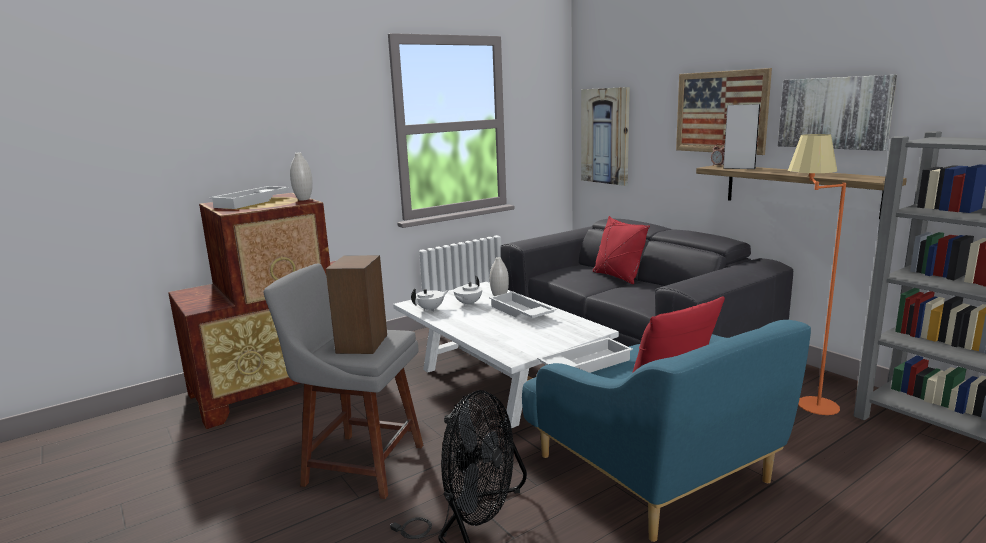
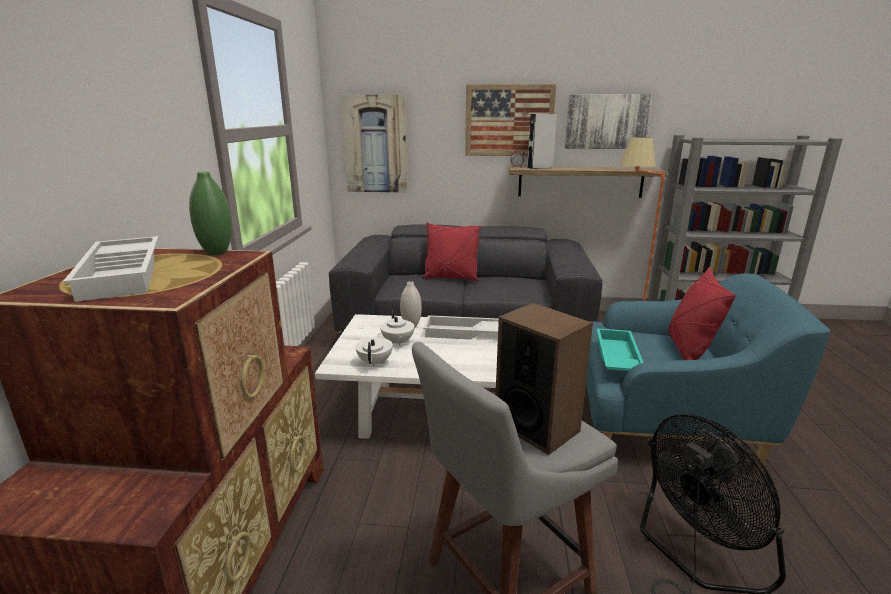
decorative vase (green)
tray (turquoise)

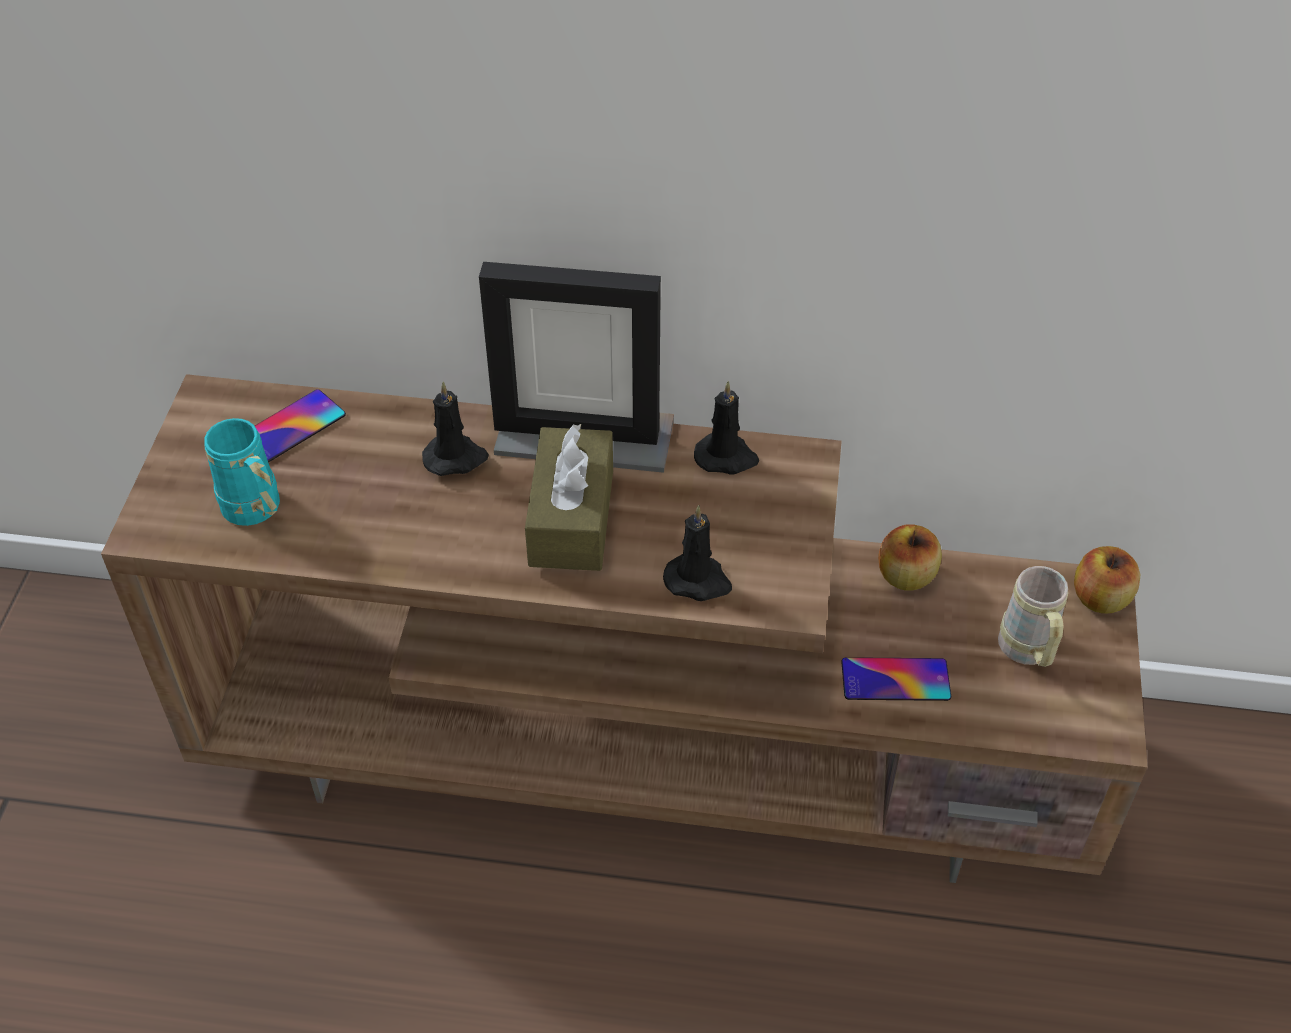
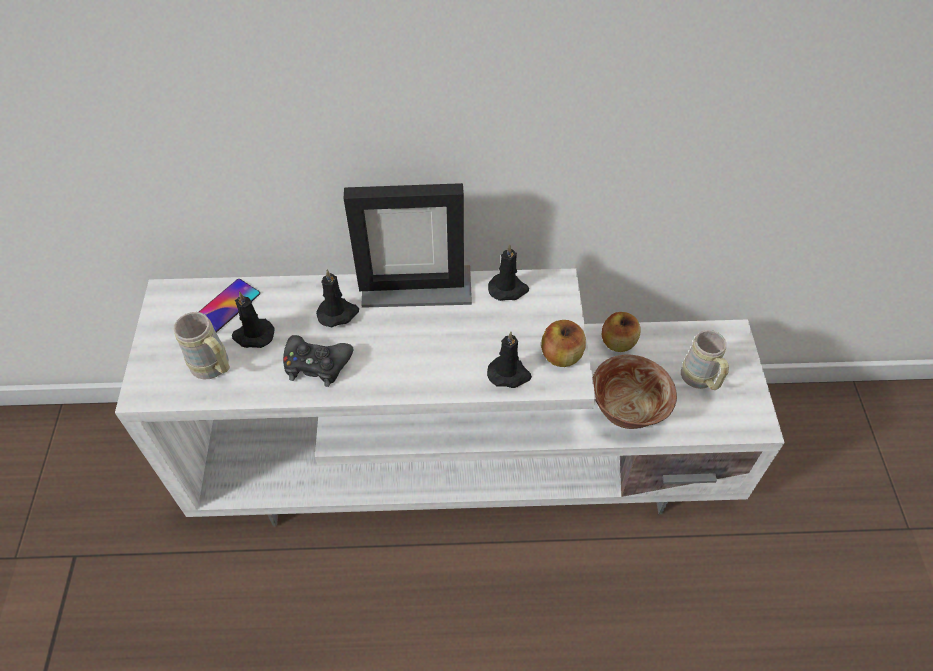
tv stand (white)
tea mug (beige) (no. 1 from left)
tissue holder (brown-coloured)
apple (no. 1 from left)
bowl
wax light (black) (no. 1 from left)
joypad (black)

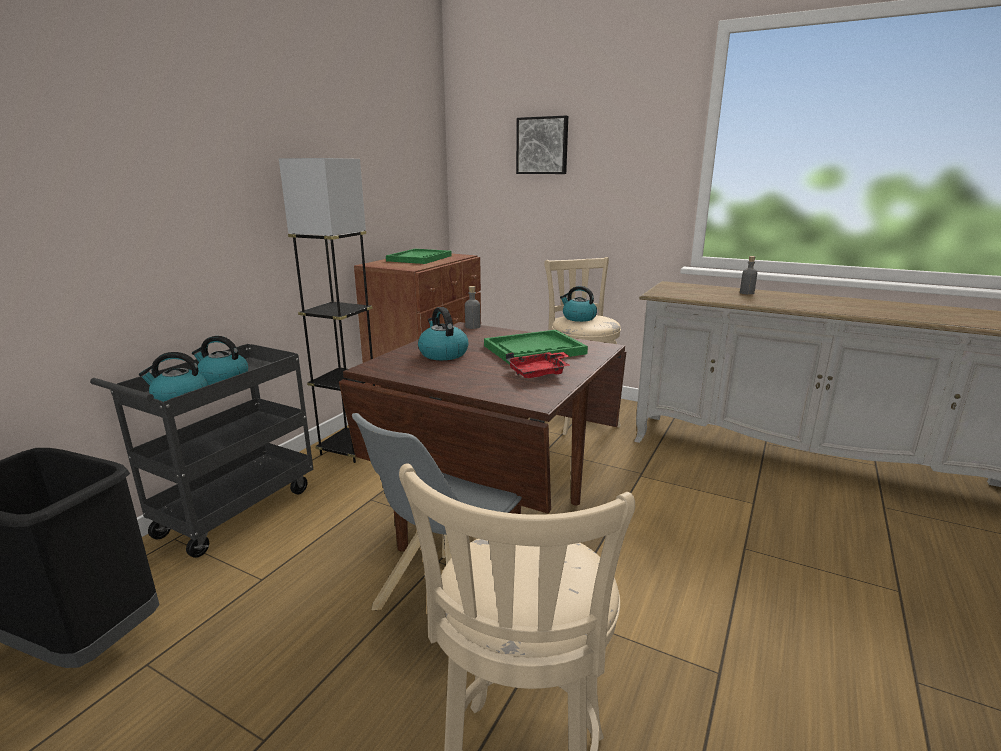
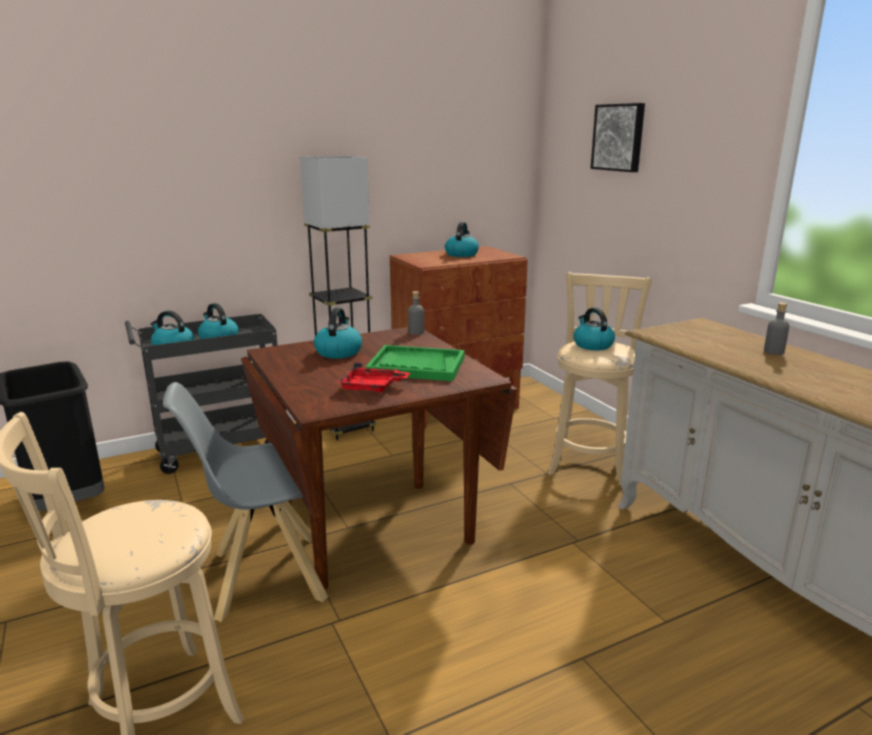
kettle (no. 4 from left)

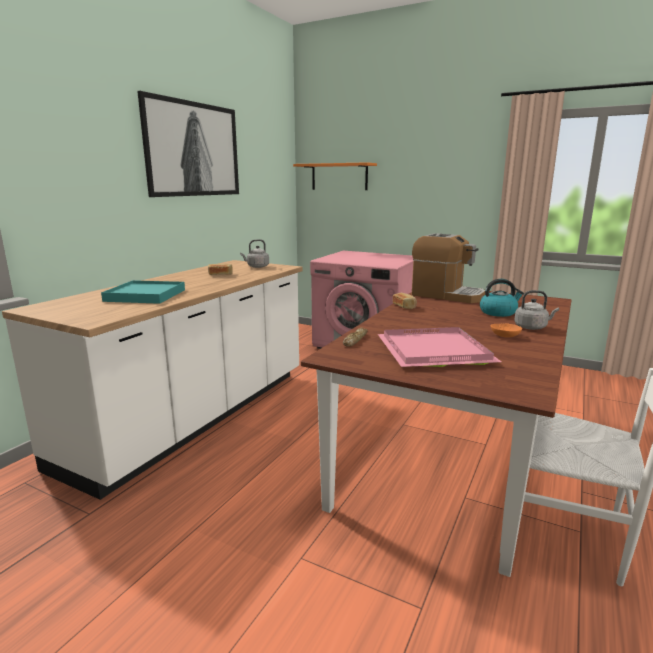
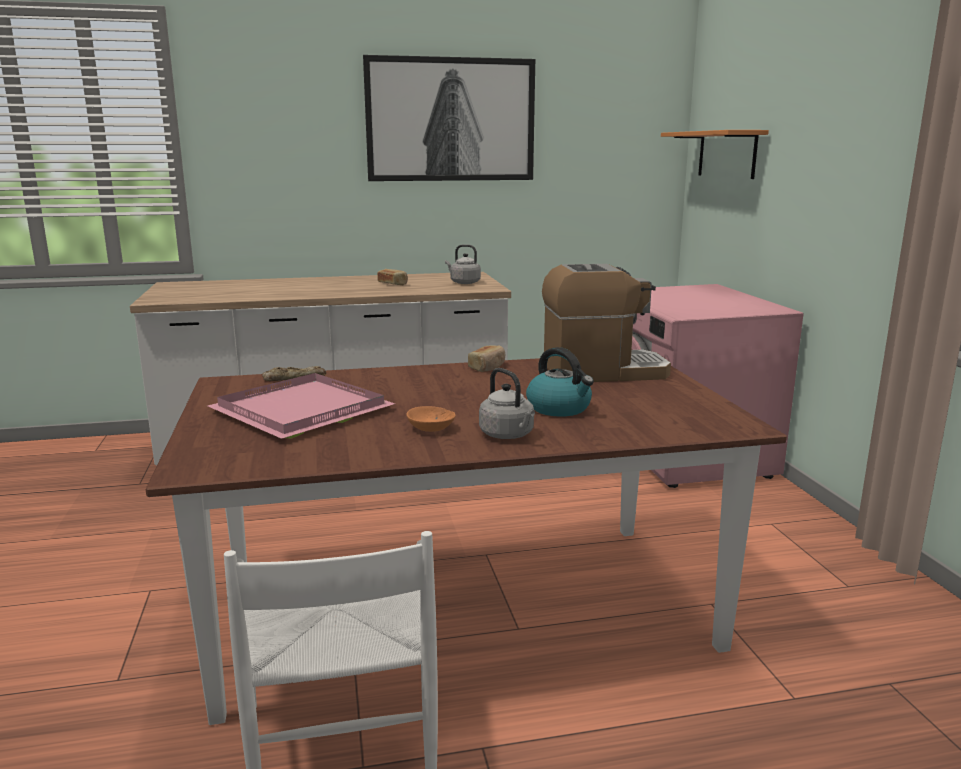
coffee maker
tray (turquoise)

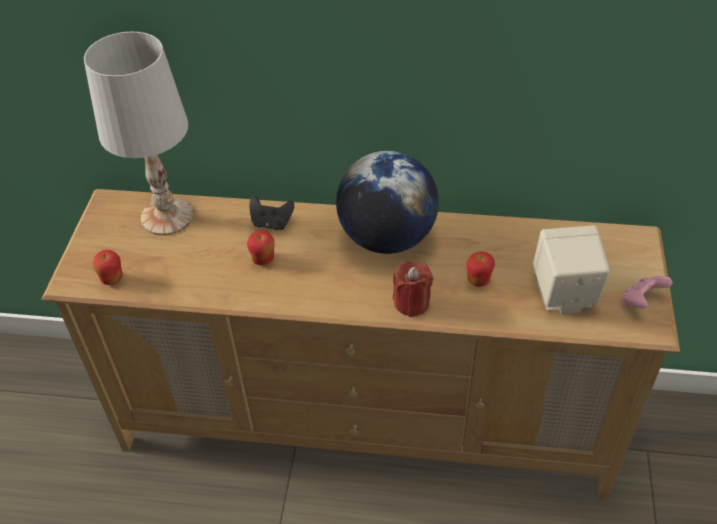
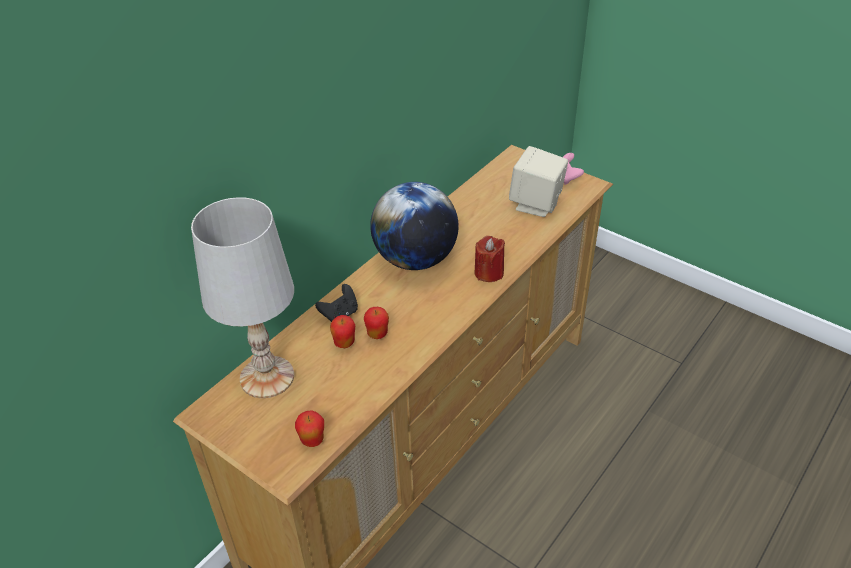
apple (no. 2 from left)

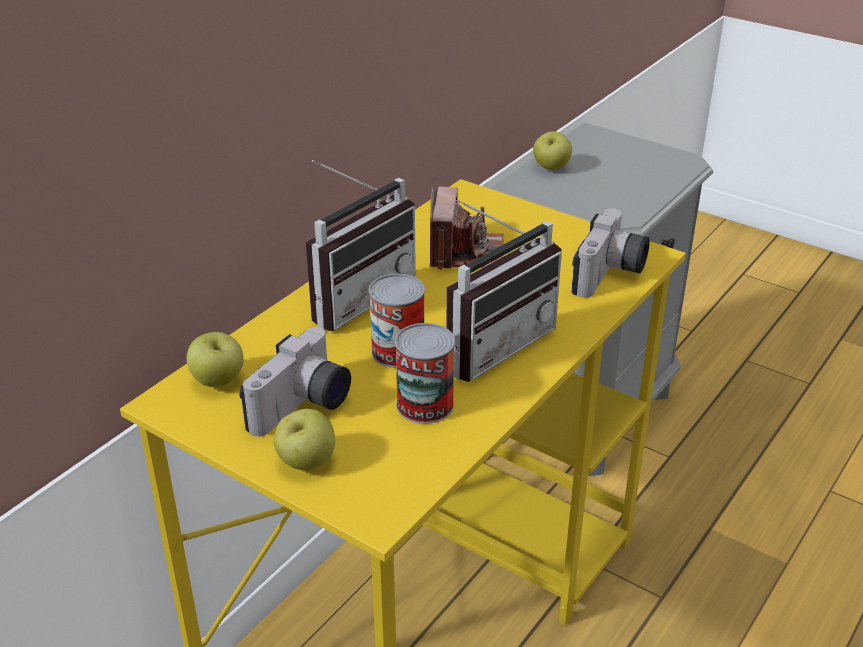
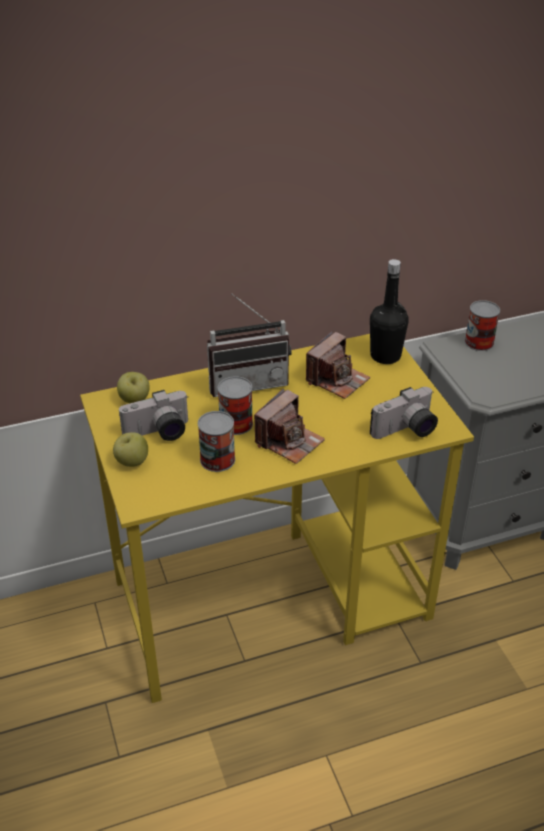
sealed can (no. 3 from left)
still camera (no. 2 from left)
beverage bottle (black)

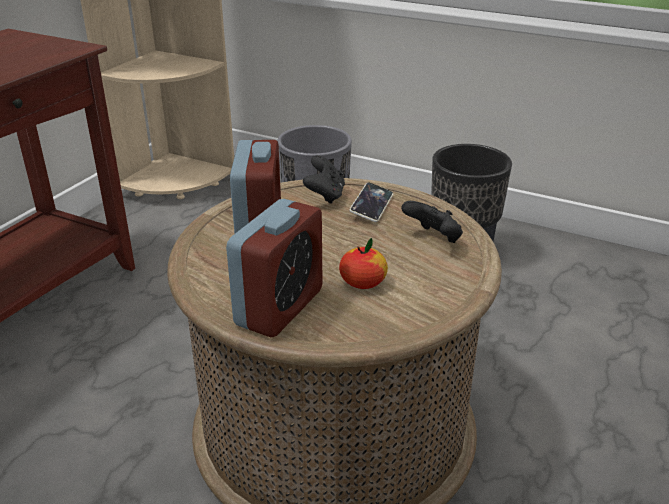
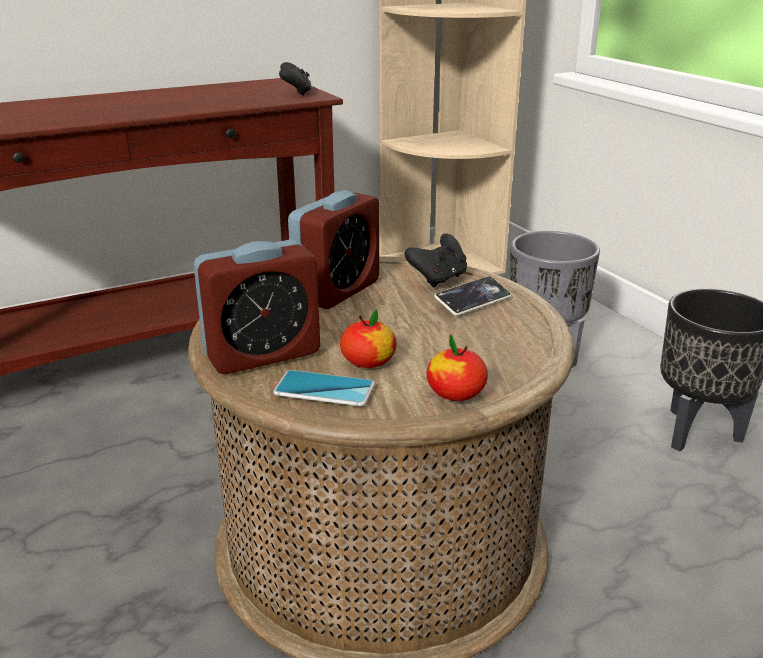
joypad (black) (no. 1 from left)
apple (no. 2 from left)
telephone (no. 1 from left)

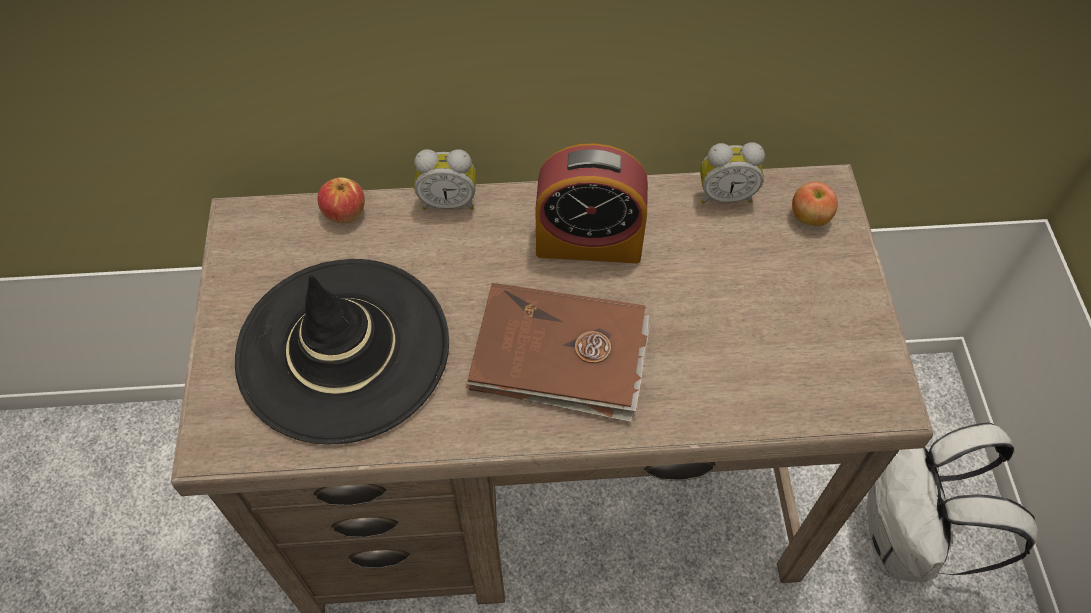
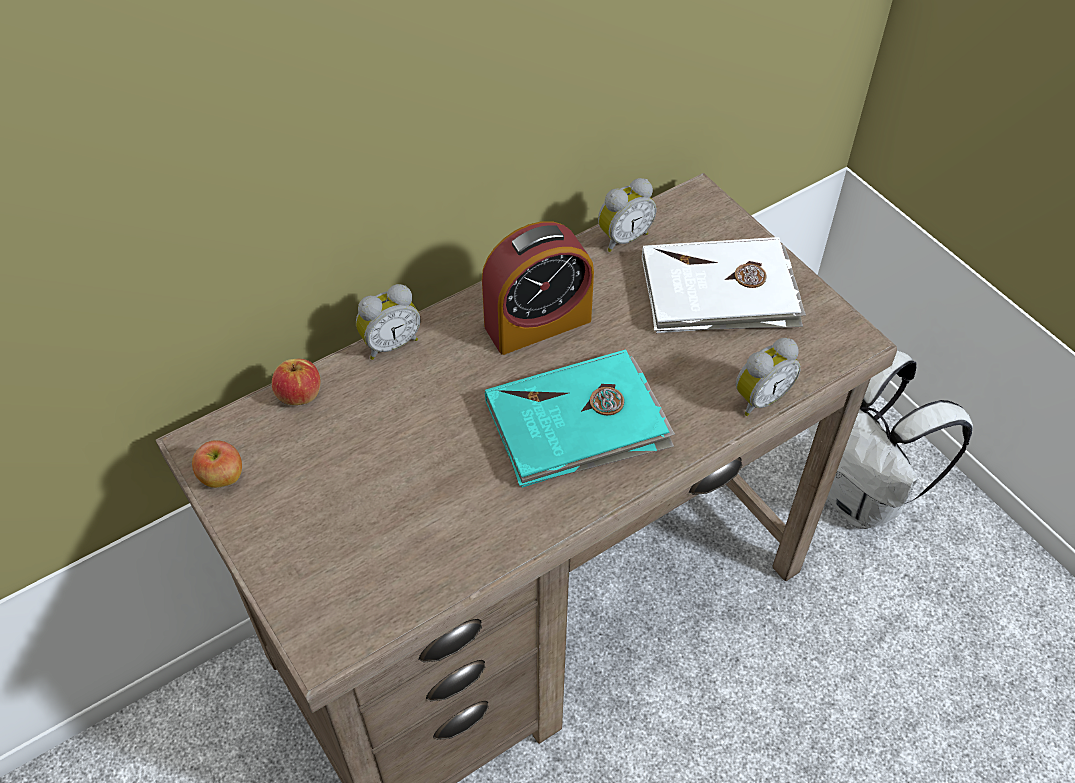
apple (no. 1 from left)
wearable hat (black)
volume (turquoise)
volume (white)
alarm clock (no. 4 from left)

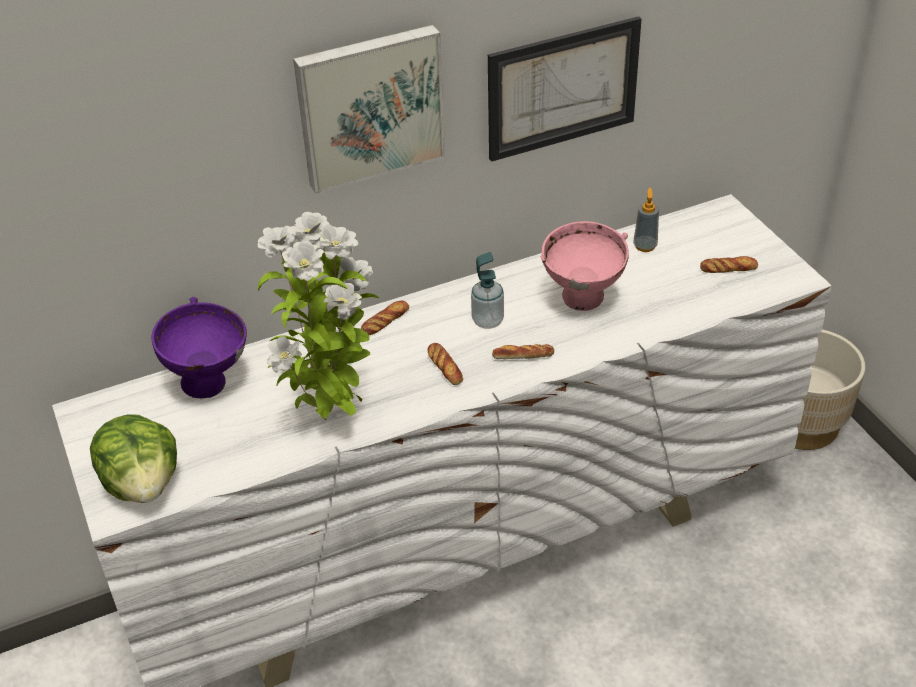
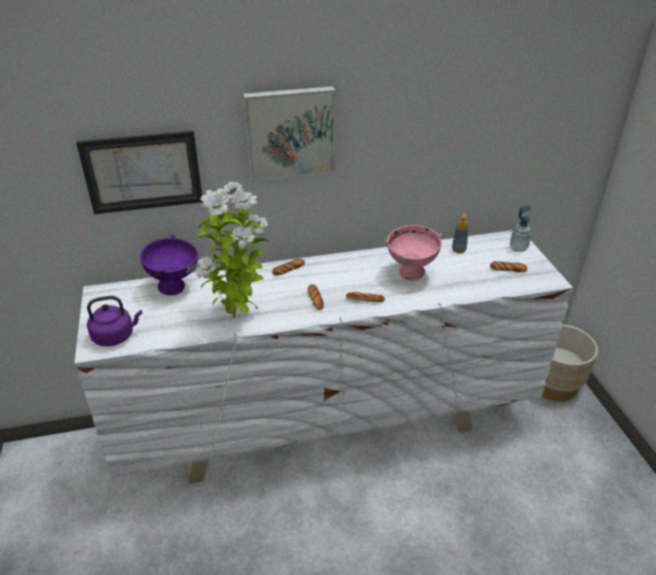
wall art (no. 1 from left)
liquid soap bottle (no. 2 from left)
kettle (purple-coloured)

